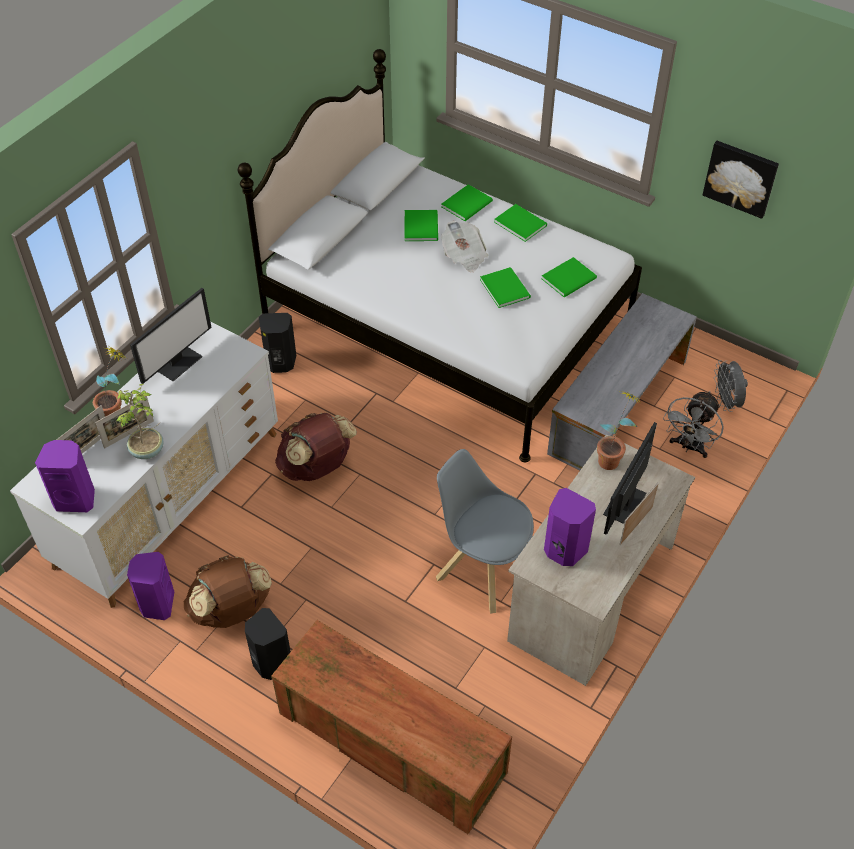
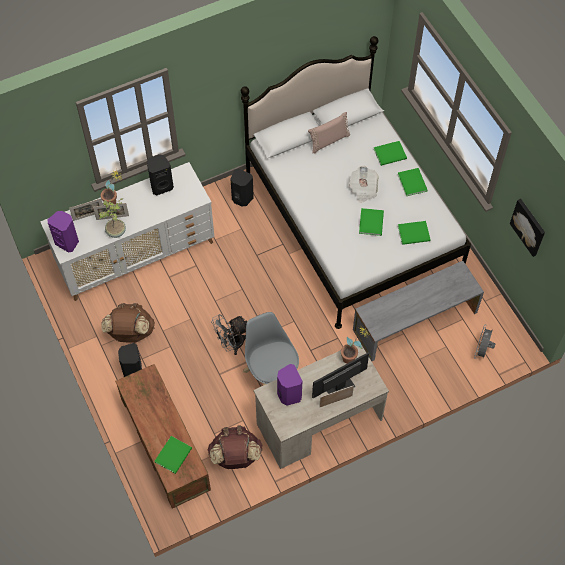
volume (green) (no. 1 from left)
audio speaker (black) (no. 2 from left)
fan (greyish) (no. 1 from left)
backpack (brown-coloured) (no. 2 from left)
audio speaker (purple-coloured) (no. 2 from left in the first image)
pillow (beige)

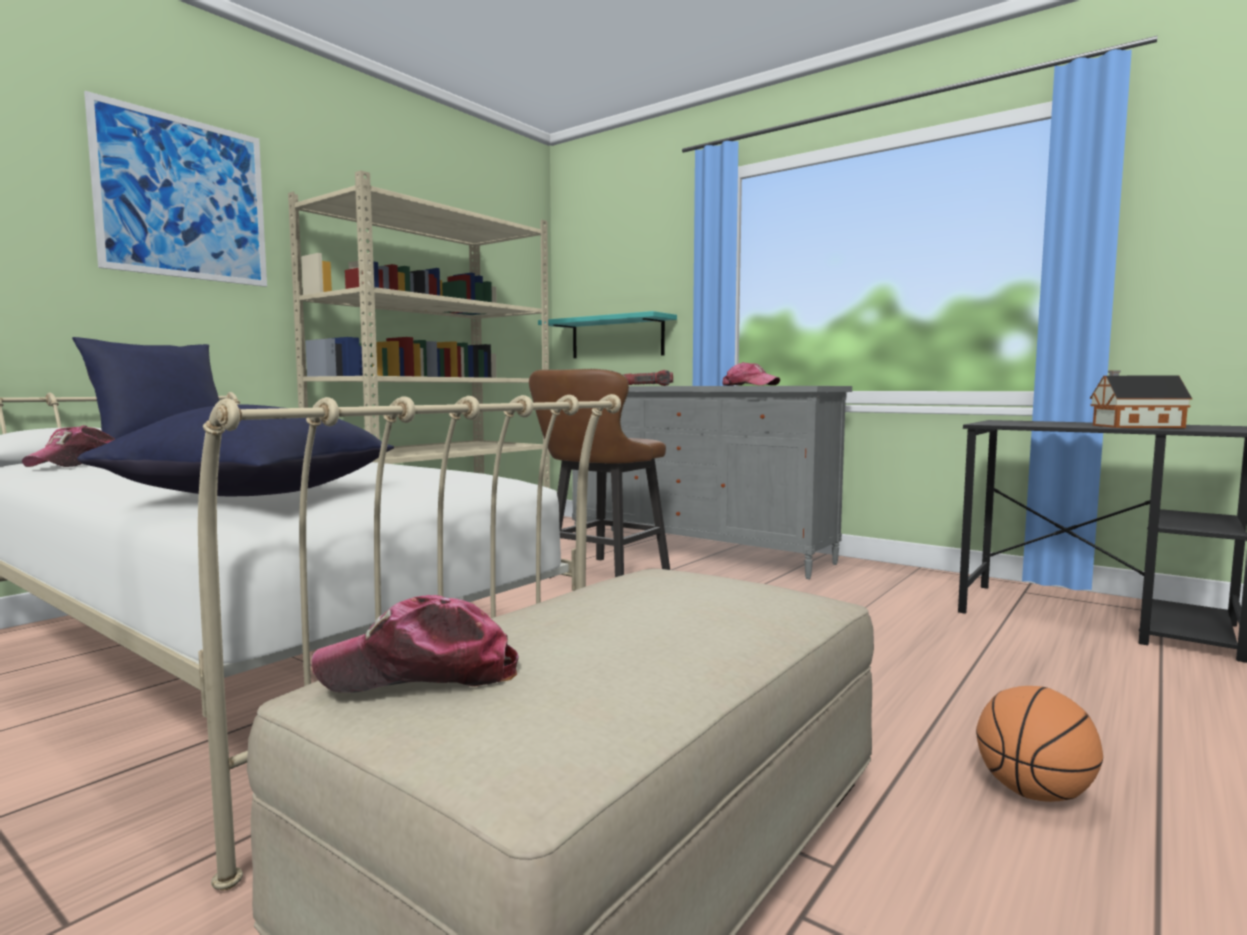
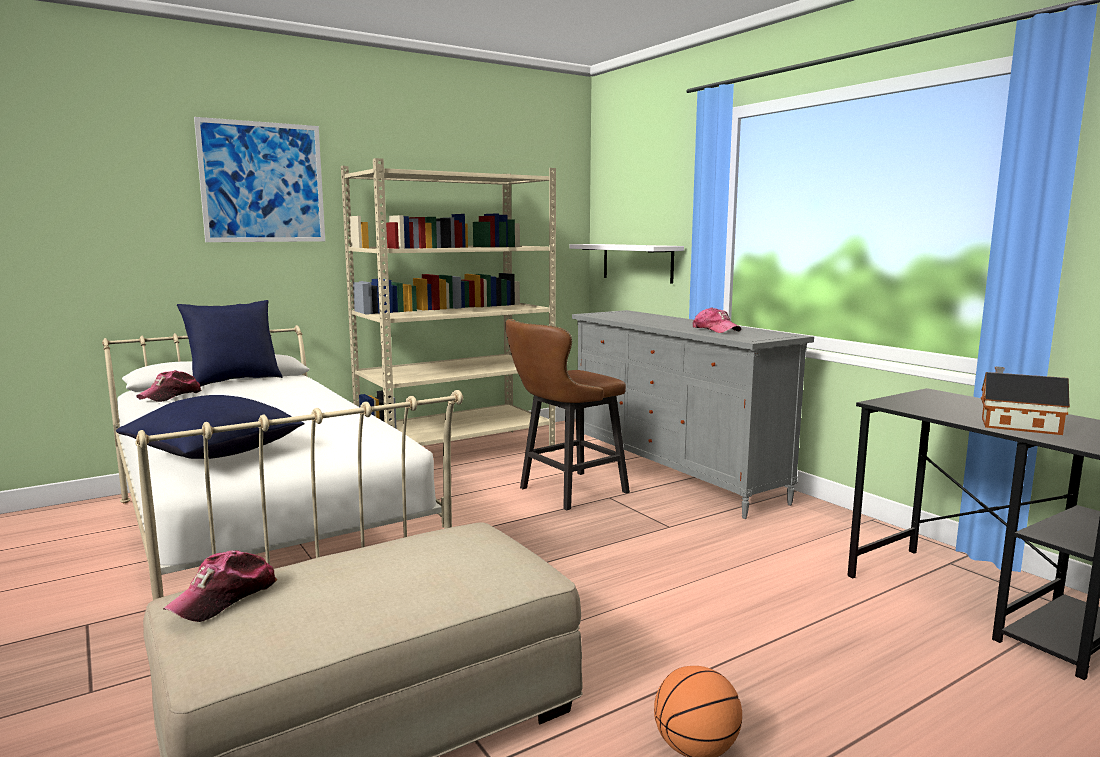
shelf (white)
flashlight
baseball cap (no. 2 from left)

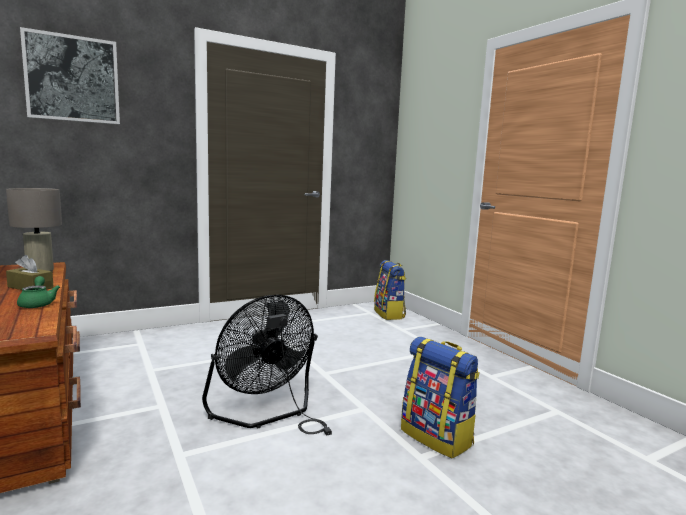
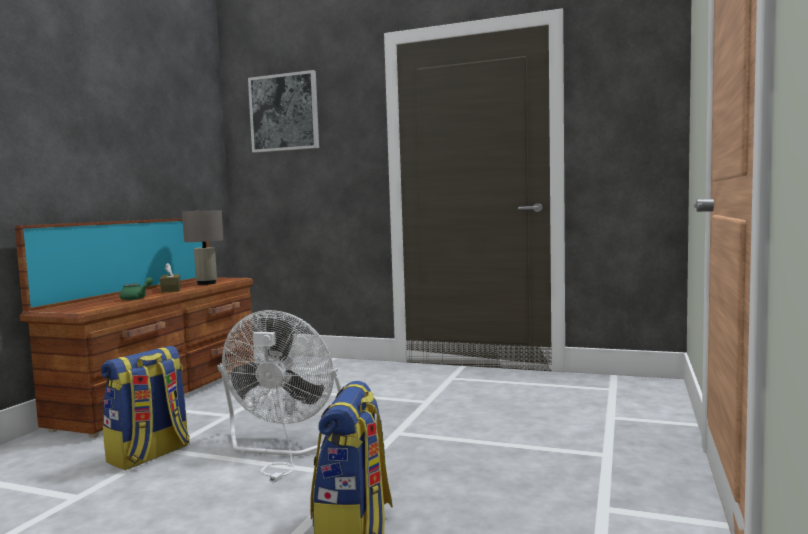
backpack (no. 1 from left)
fan (white)

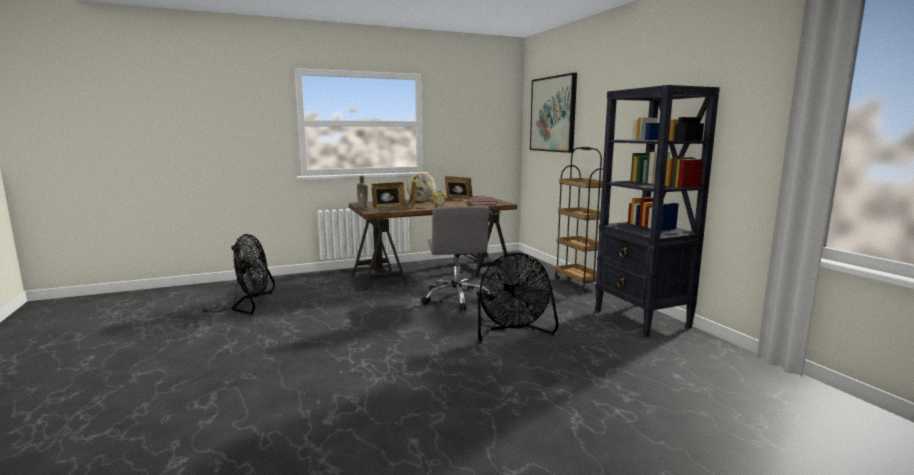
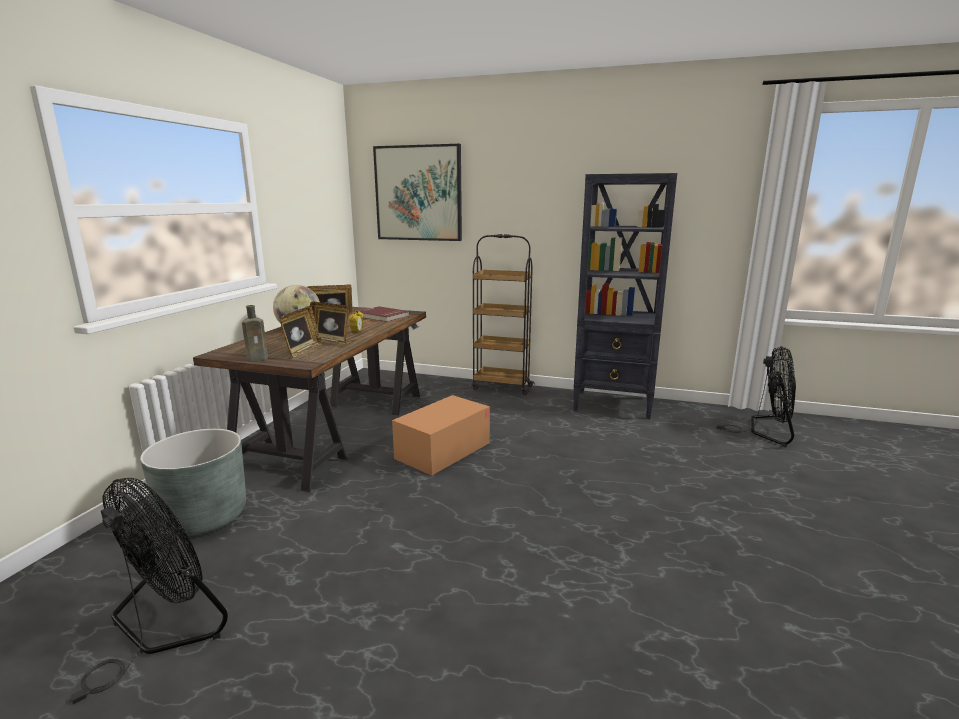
cardboard box
fan (black) (no. 2 from left)
planter (greyish)

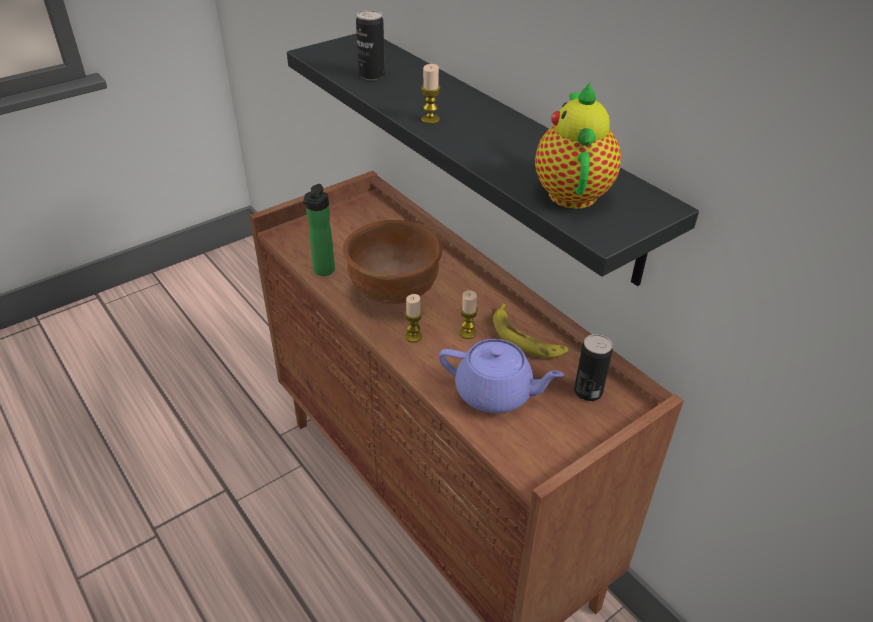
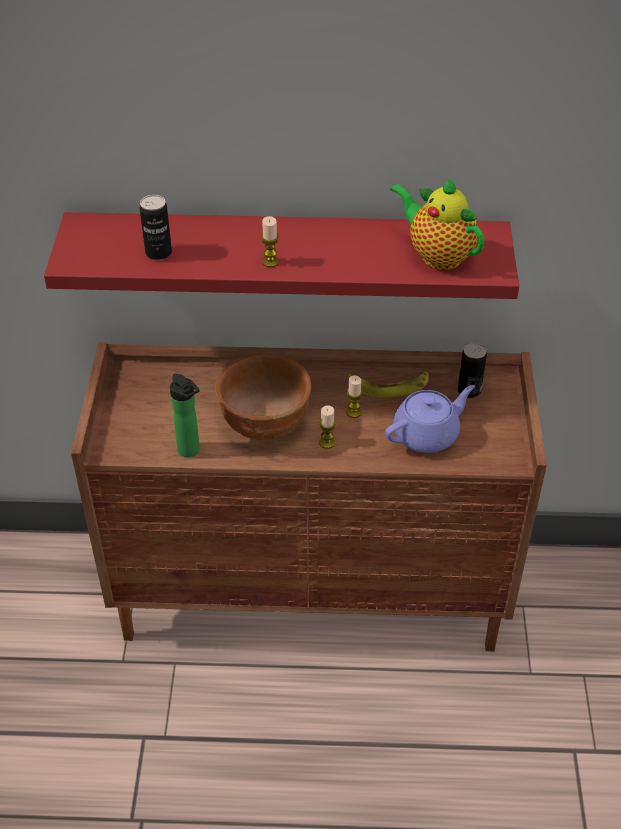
shelf (red)

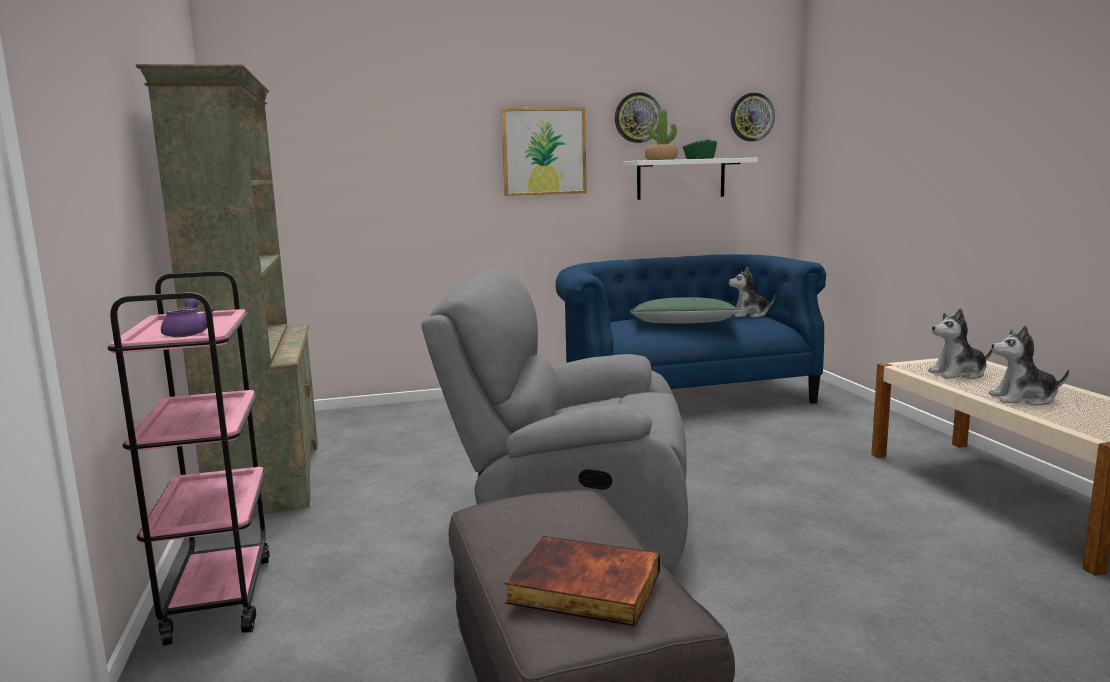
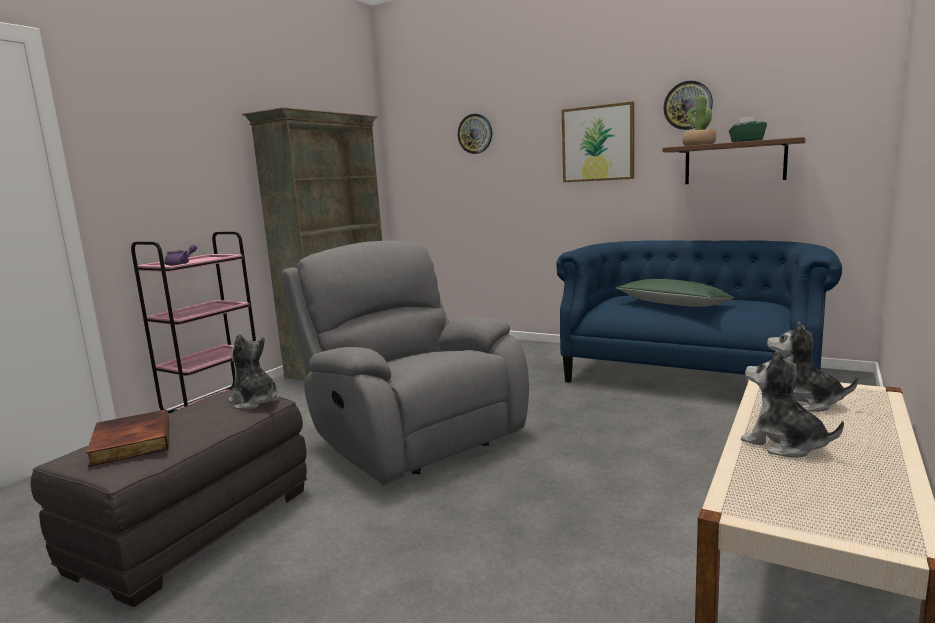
clock on the wall (no. 1 from left)
shelf (brown-coloured)
plush toy (no. 1 from left)

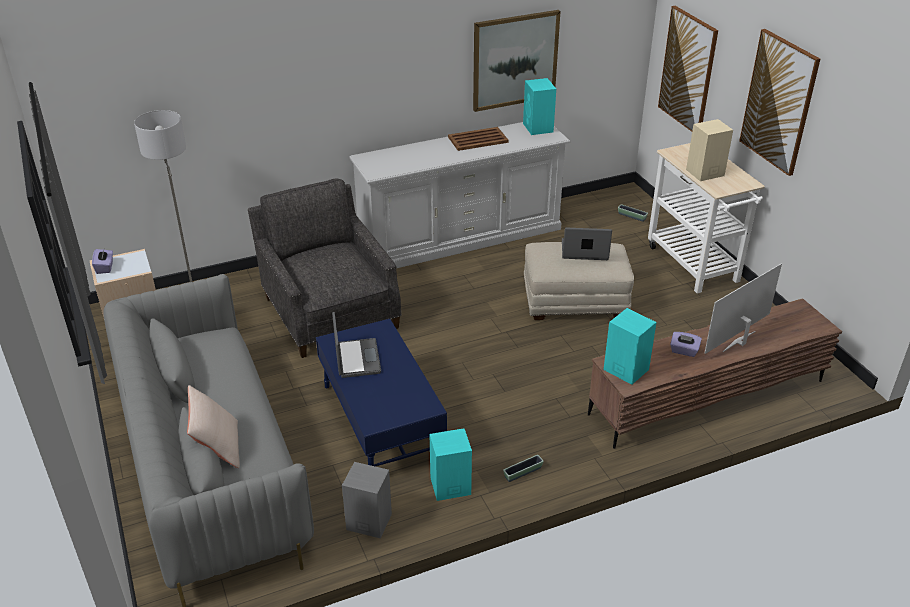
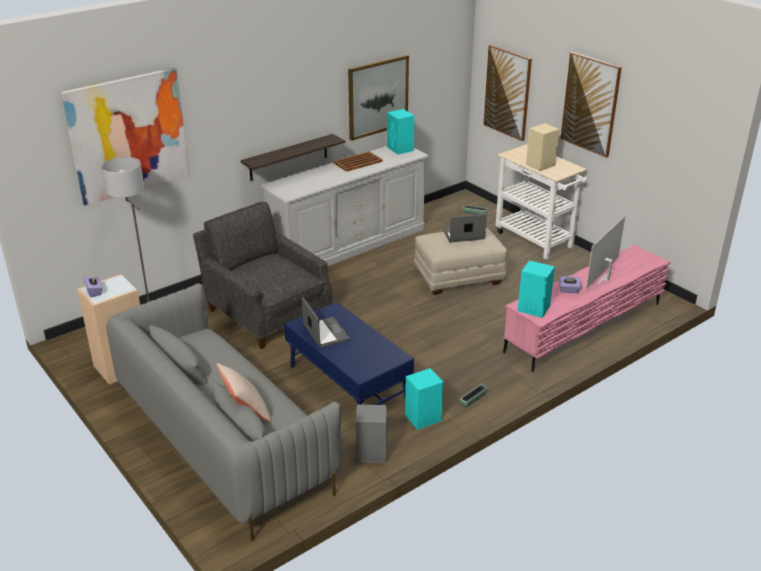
tv stand (pink)
wall art (no. 1 from left)
shelf

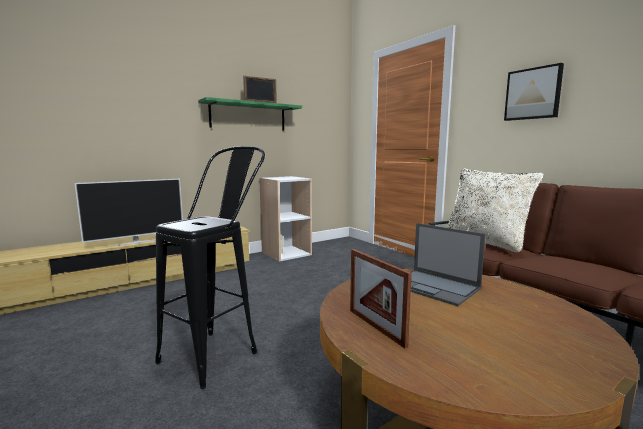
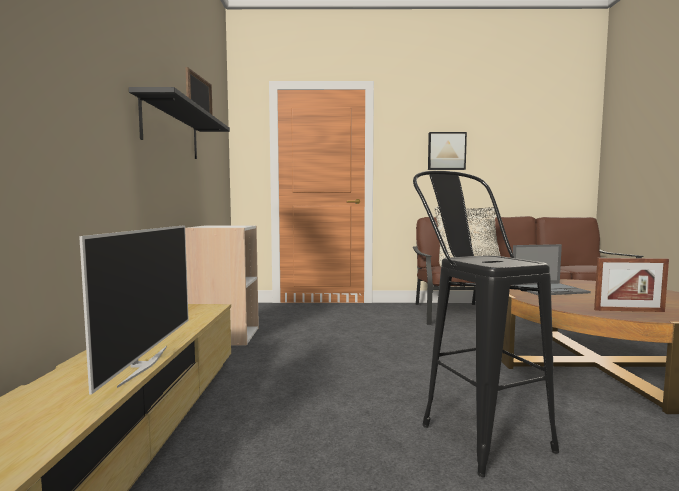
shelf (black)

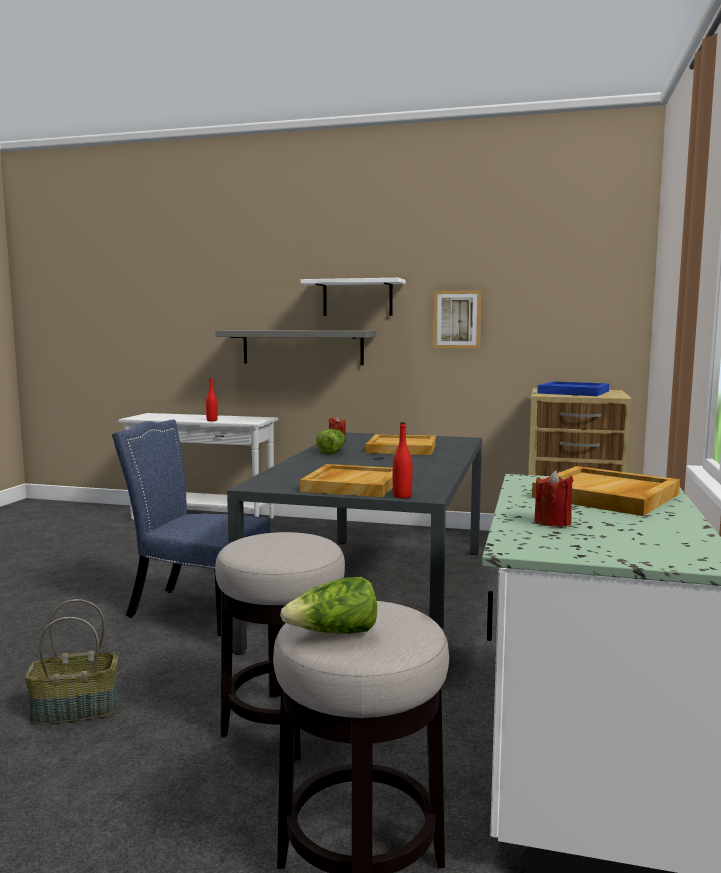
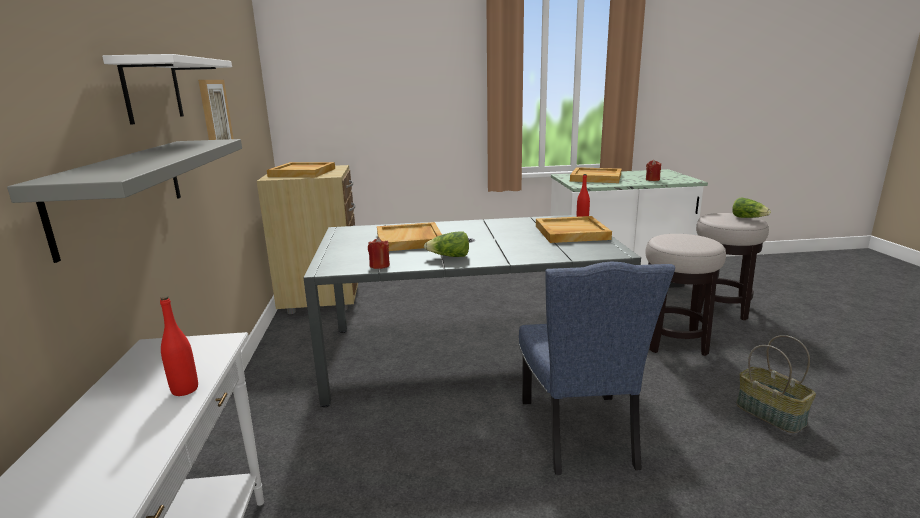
tray (beige) (no. 1 from left)

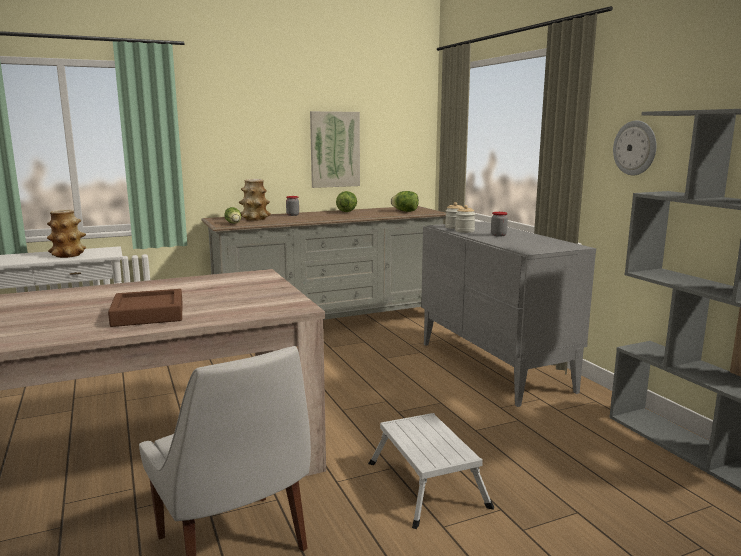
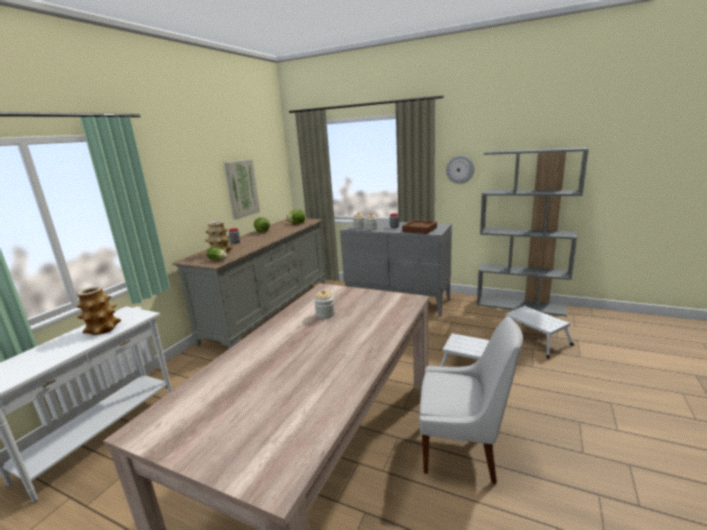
tray (brown-coloured)
storage jar (no. 2 from left)
stepladder (white) (no. 2 from left)

